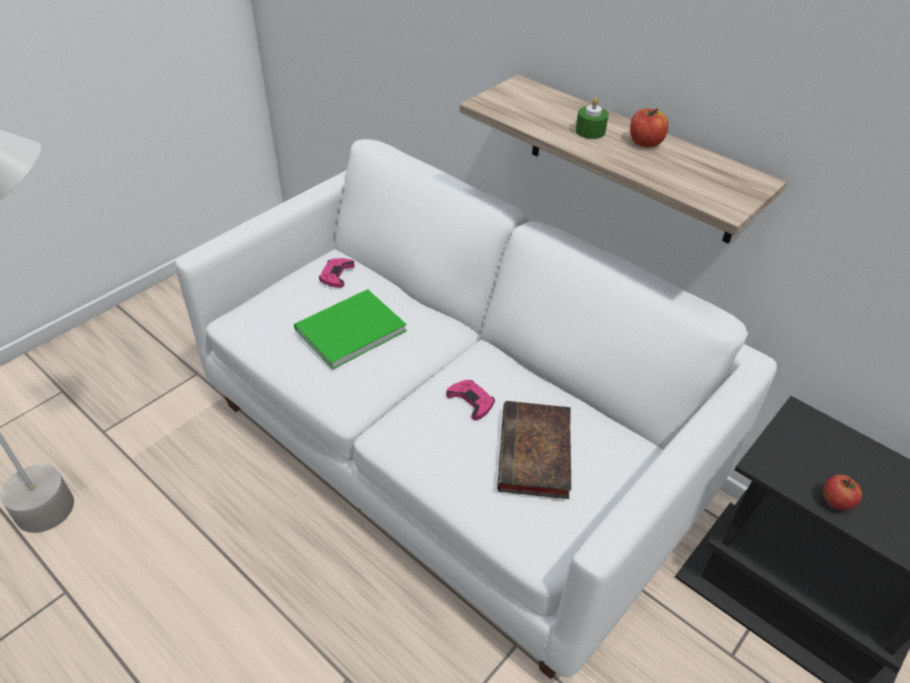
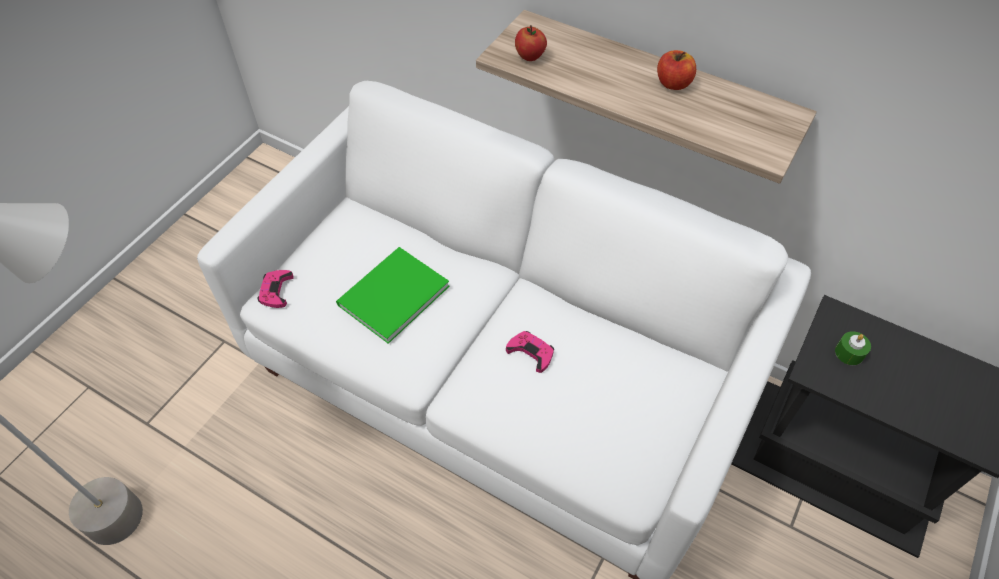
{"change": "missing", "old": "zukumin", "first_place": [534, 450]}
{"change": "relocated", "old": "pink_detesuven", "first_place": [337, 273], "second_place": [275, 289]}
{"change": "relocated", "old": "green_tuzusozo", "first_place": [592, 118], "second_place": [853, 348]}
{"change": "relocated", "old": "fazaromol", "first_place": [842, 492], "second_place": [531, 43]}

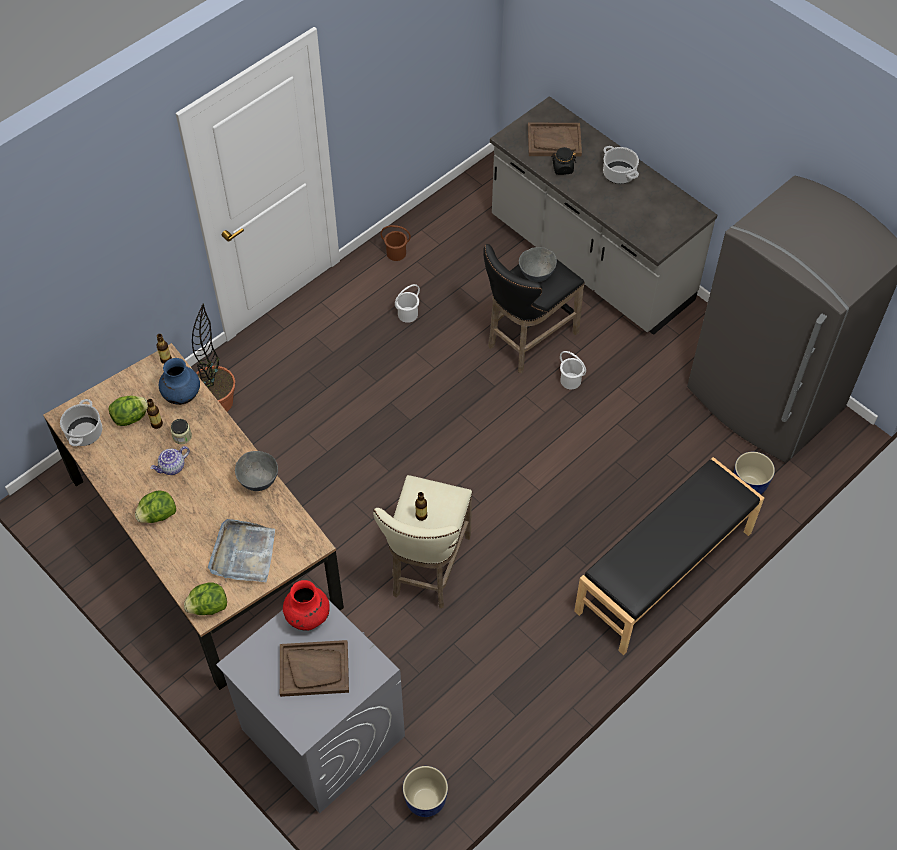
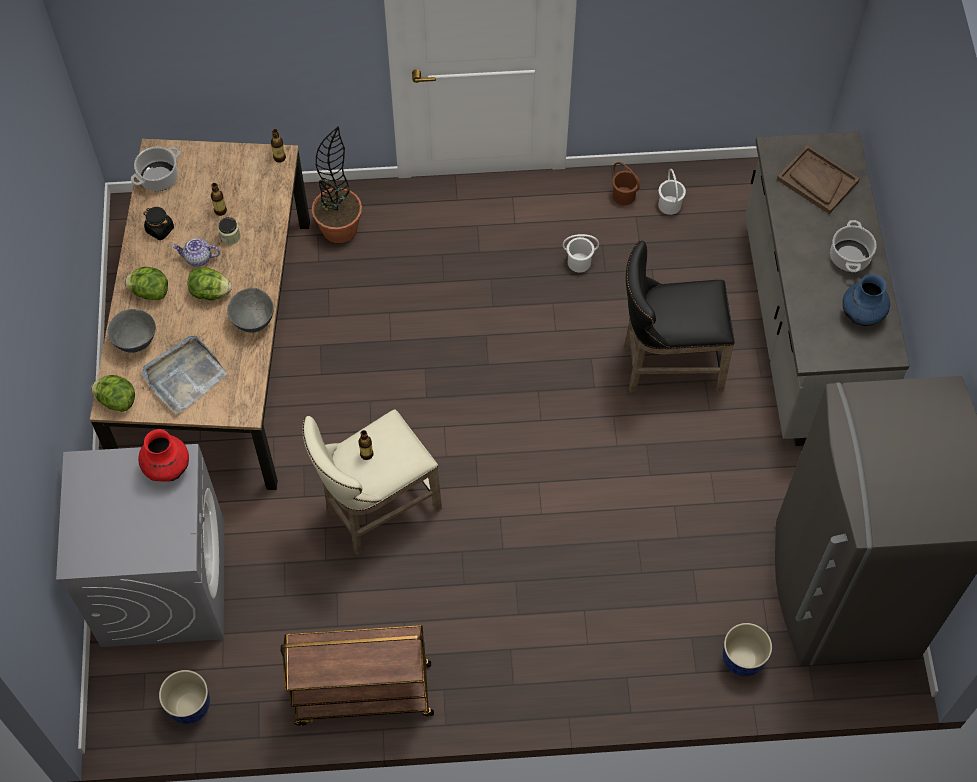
{"change": "missing", "old": "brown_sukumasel", "first_place": [314, 668]}
{"change": "missing", "old": "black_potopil", "first_place": [669, 556]}
{"change": "appeared", "new": "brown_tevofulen", "second_place": [357, 675]}
{"change": "relocated", "old": "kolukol", "first_place": [128, 410], "second_place": [210, 284]}
{"change": "relocated", "old": "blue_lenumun", "first_place": [179, 381], "second_place": [866, 300]}
{"change": "relocated", "old": "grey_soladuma", "first_place": [538, 264], "second_place": [132, 331]}
{"change": "relocated", "old": "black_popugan", "first_place": [563, 161], "second_place": [158, 223]}
{"change": "relocated", "old": "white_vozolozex", "first_place": [573, 370], "second_place": [672, 192]}

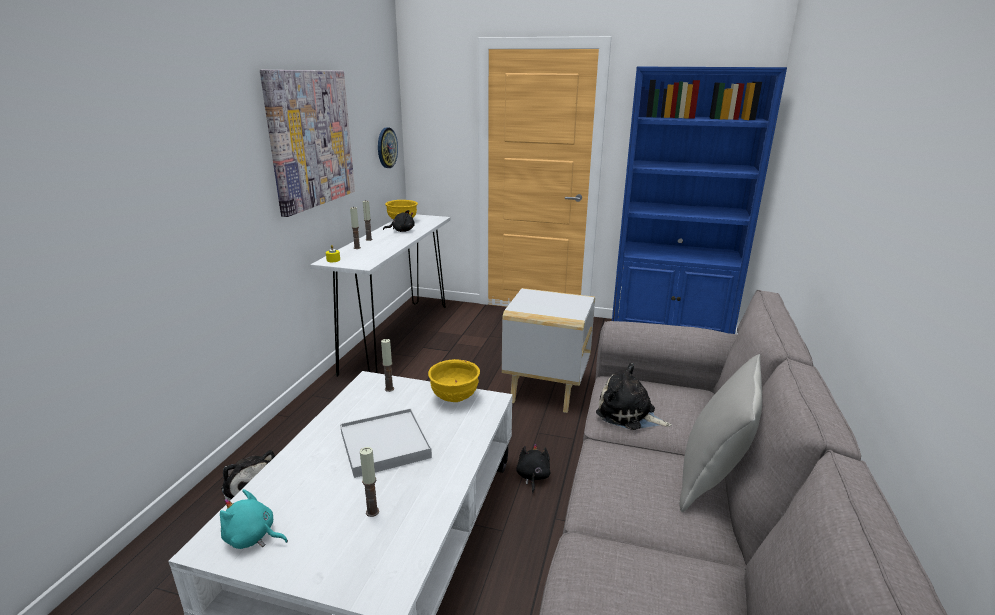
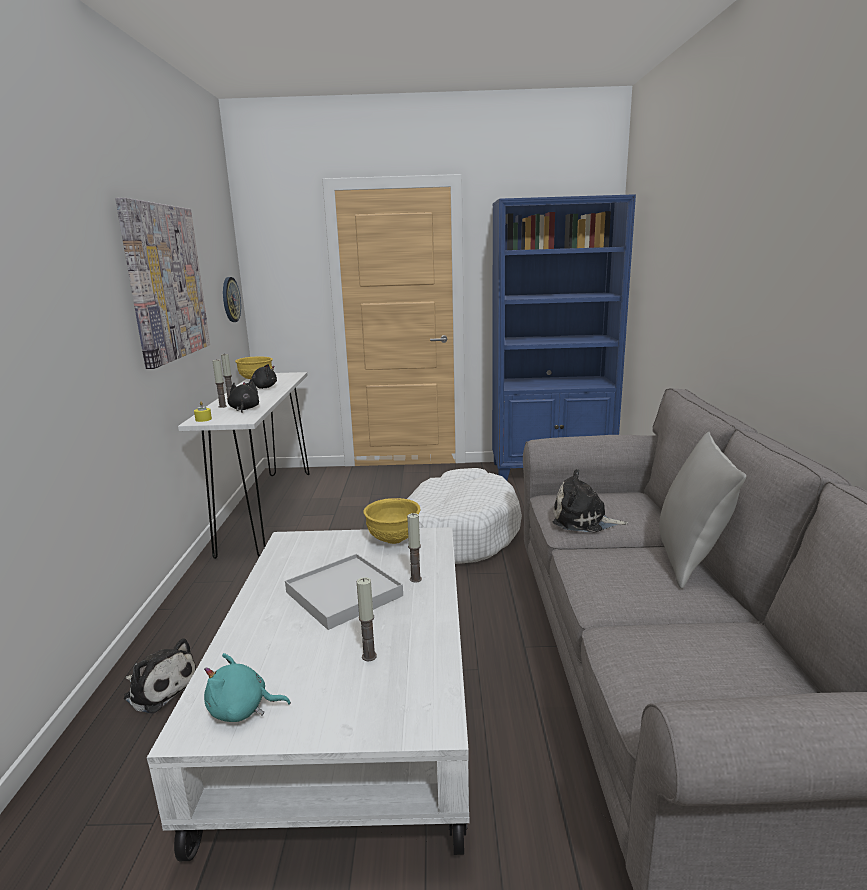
{"change": "relocated", "old": "tuzusozo", "first_place": [387, 365], "second_place": [414, 548]}
{"change": "relocated", "old": "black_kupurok", "first_place": [533, 469], "second_place": [243, 397]}
{"change": "exchanged", "old": "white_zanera", "new": "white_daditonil", "first_place": [548, 350], "second_place": [464, 516]}

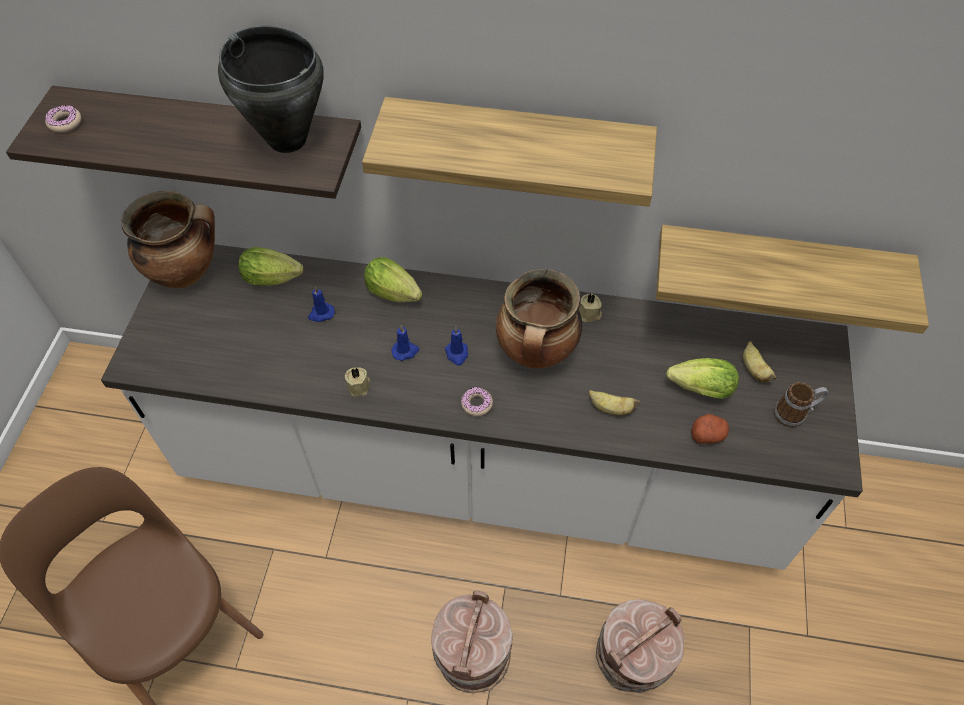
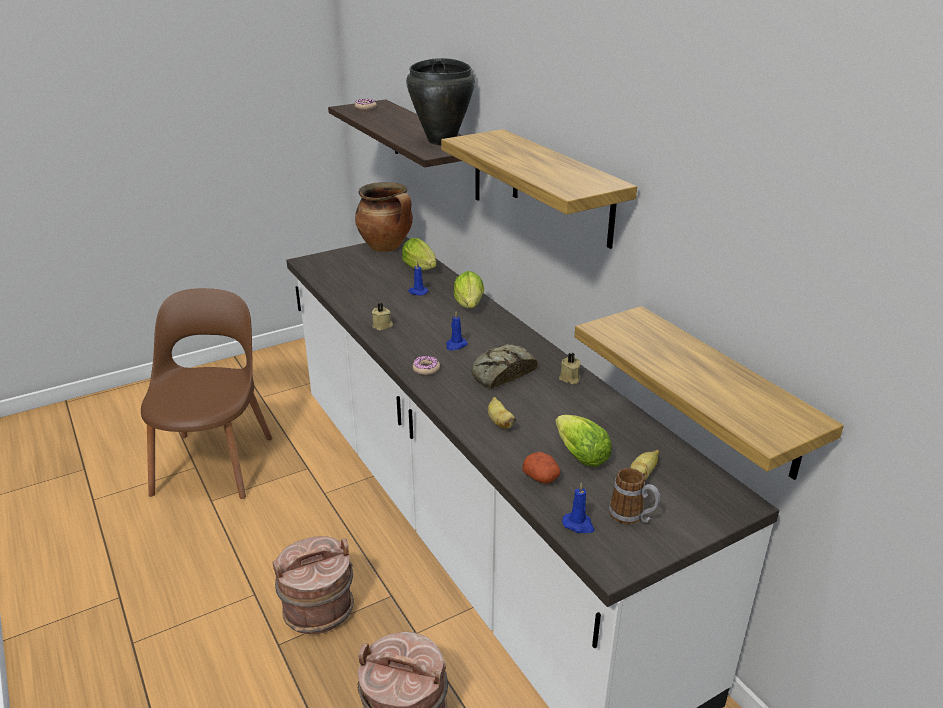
{"change": "relocated", "old": "blue_tuzusozo", "first_place": [405, 343], "second_place": [578, 507]}
{"change": "exchanged", "old": "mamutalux", "new": "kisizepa", "first_place": [539, 318], "second_place": [504, 366]}

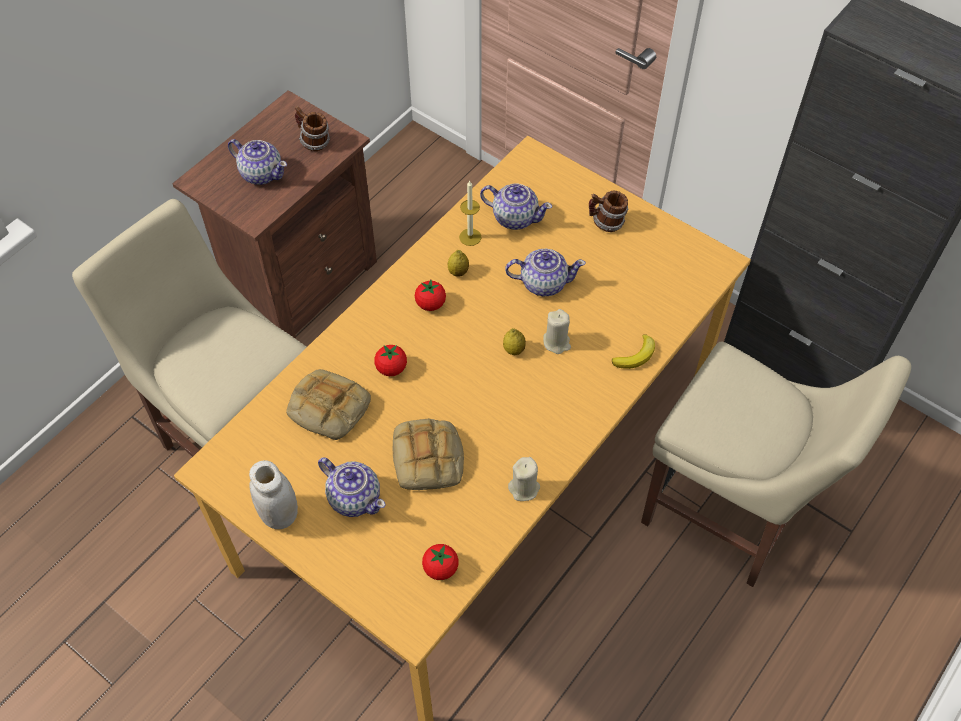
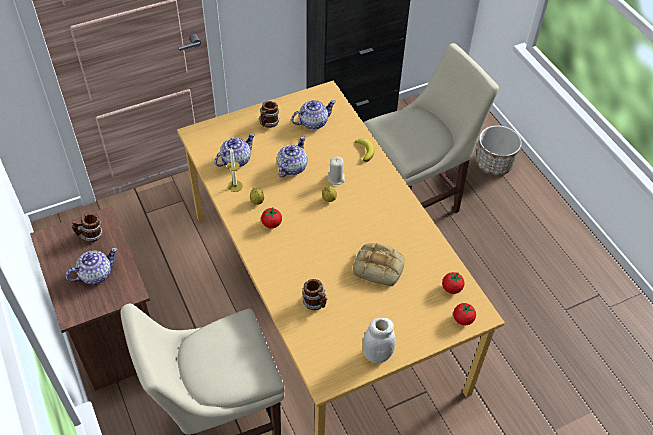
{"change": "missing", "old": "beige_tuzusozo", "first_place": [524, 479]}
{"change": "appeared", "new": "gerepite", "second_place": [499, 150]}
{"change": "relocated", "old": "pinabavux", "first_place": [351, 487], "second_place": [313, 115]}
{"change": "relocated", "old": "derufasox", "first_place": [390, 360], "second_place": [464, 314]}
{"change": "exchanged", "old": "kisizepa", "new": "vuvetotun", "first_place": [328, 404], "second_place": [315, 294]}

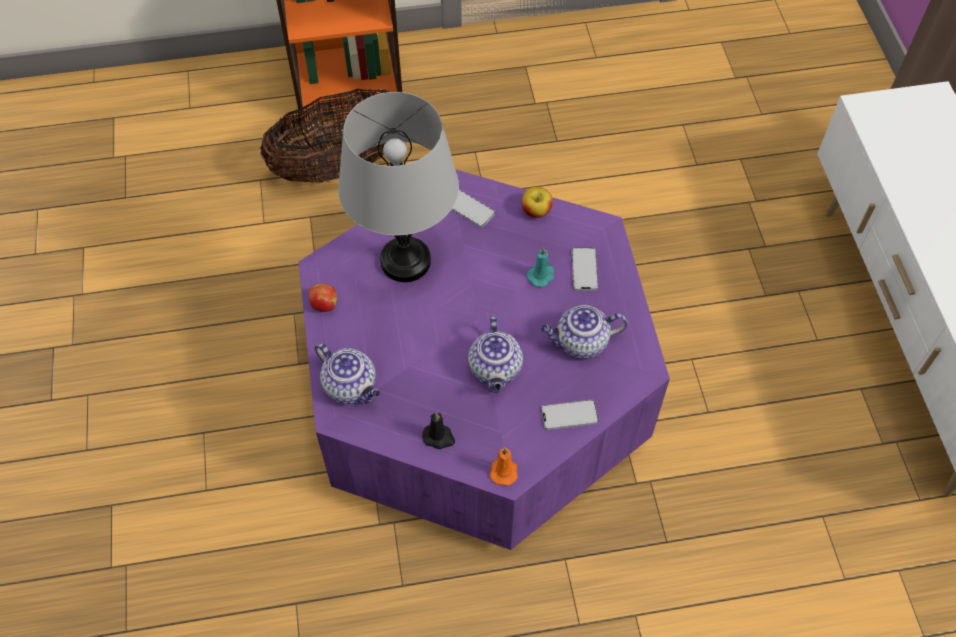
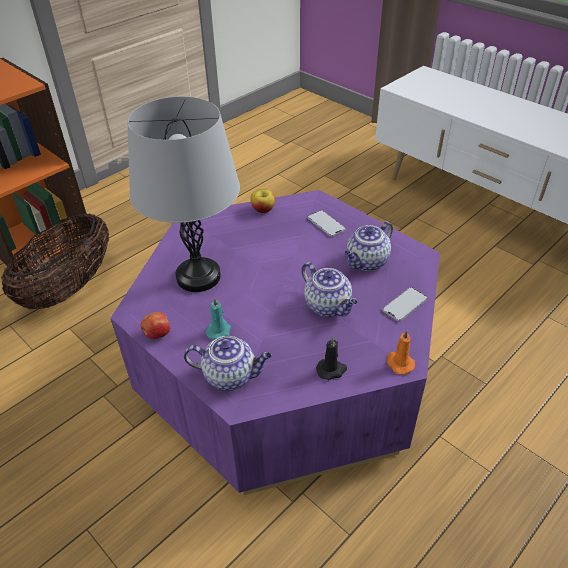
{"change": "missing", "old": "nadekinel", "first_place": [473, 208]}
{"change": "relocated", "old": "turquoise_tuzusozo", "first_place": [540, 267], "second_place": [218, 318]}

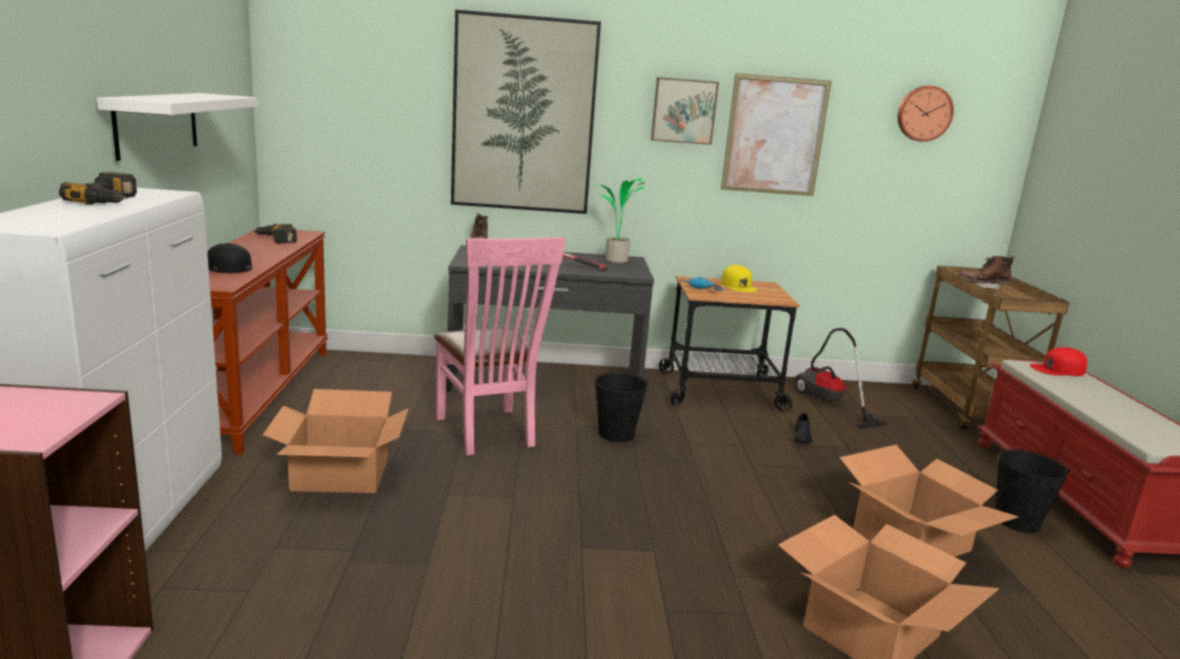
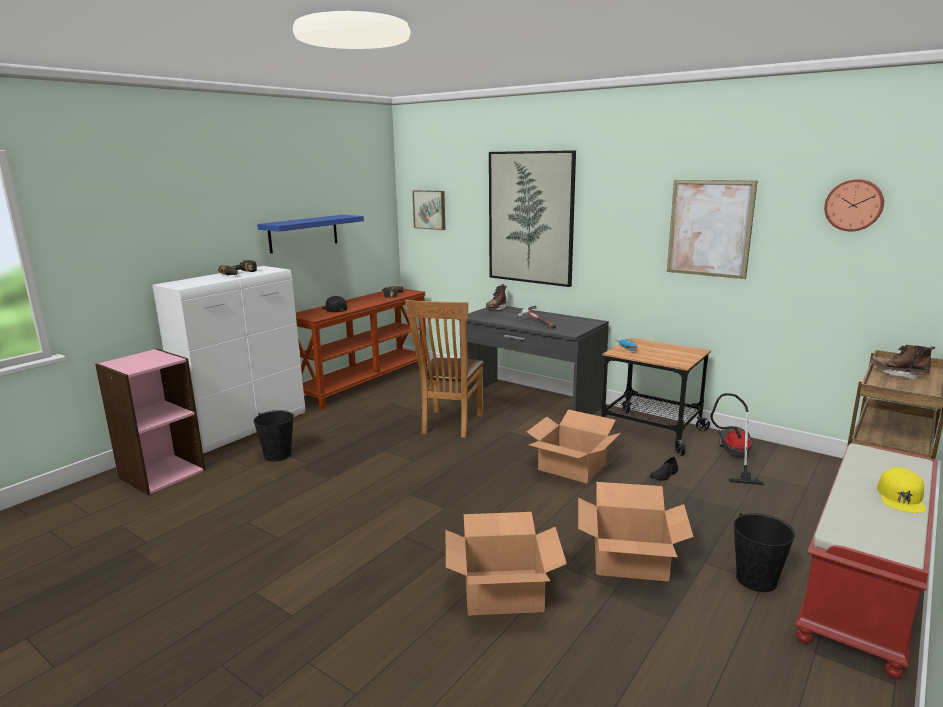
{"change": "missing", "old": "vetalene", "first_place": [620, 220]}
{"change": "missing", "old": "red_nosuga", "first_place": [1058, 361]}
{"change": "relocated", "old": "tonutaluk", "first_place": [335, 441], "second_place": [574, 446]}
{"change": "relocated", "old": "black_vozolozex", "first_place": [621, 407], "second_place": [274, 435]}
{"change": "relocated", "old": "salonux", "first_place": [685, 111], "second_place": [428, 210]}
{"change": "relocated", "old": "yellow_nosuga", "first_place": [739, 278], "second_place": [901, 490]}
{"change": "colour", "old": "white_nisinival", "new": "blue_nisinival", "first_place": [177, 127], "second_place": [310, 234]}
{"change": "colour", "old": "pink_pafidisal", "new": "brown_pafidisal", "first_place": [500, 346], "second_place": [444, 369]}

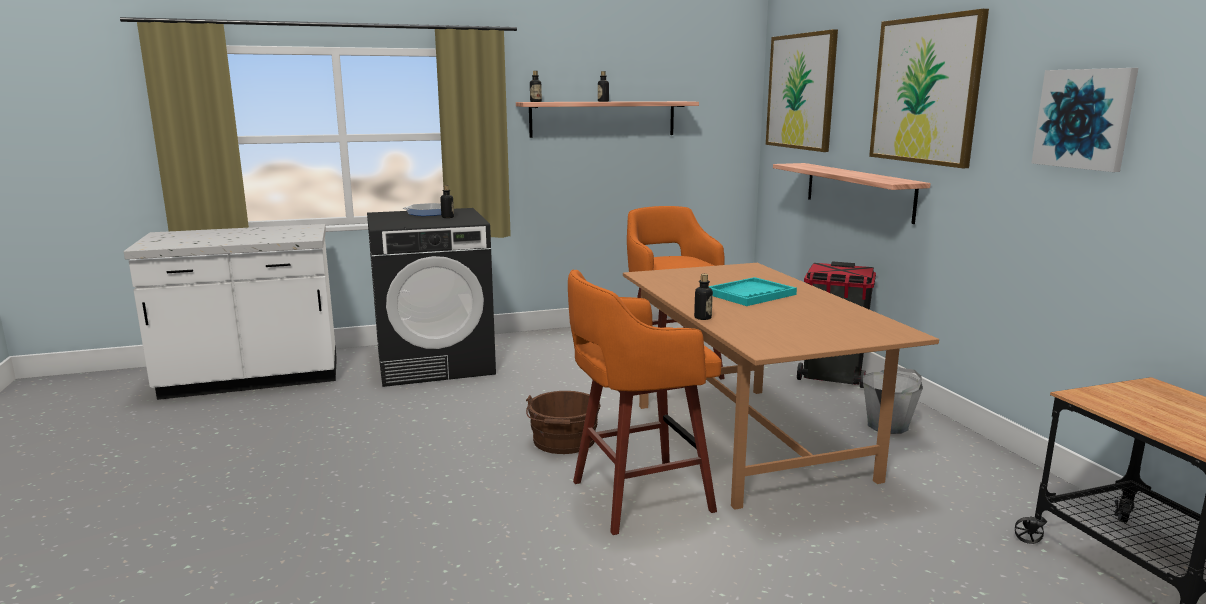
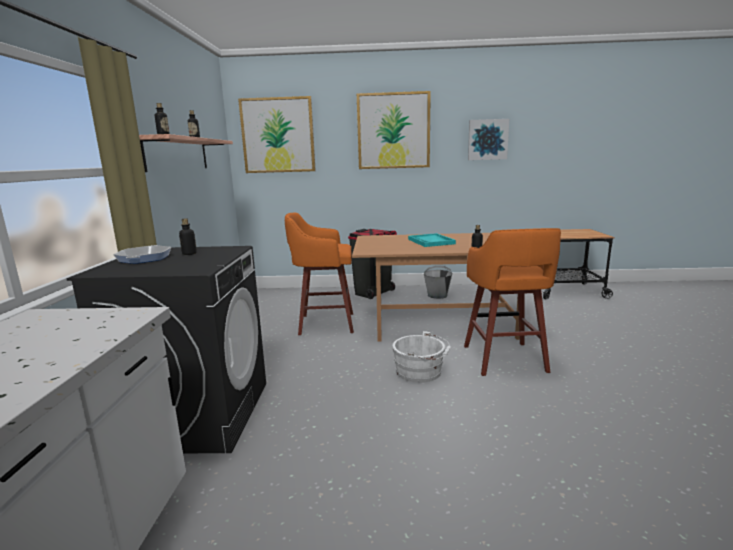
{"change": "missing", "old": "nisinival", "first_place": [852, 193]}
{"change": "colour", "old": "brown_vozolozex", "new": "white_vozolozex", "first_place": [563, 422], "second_place": [421, 357]}

